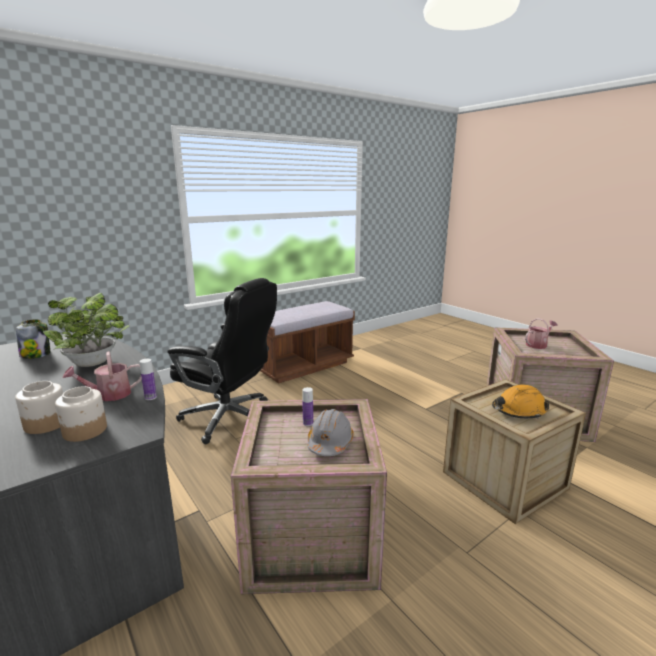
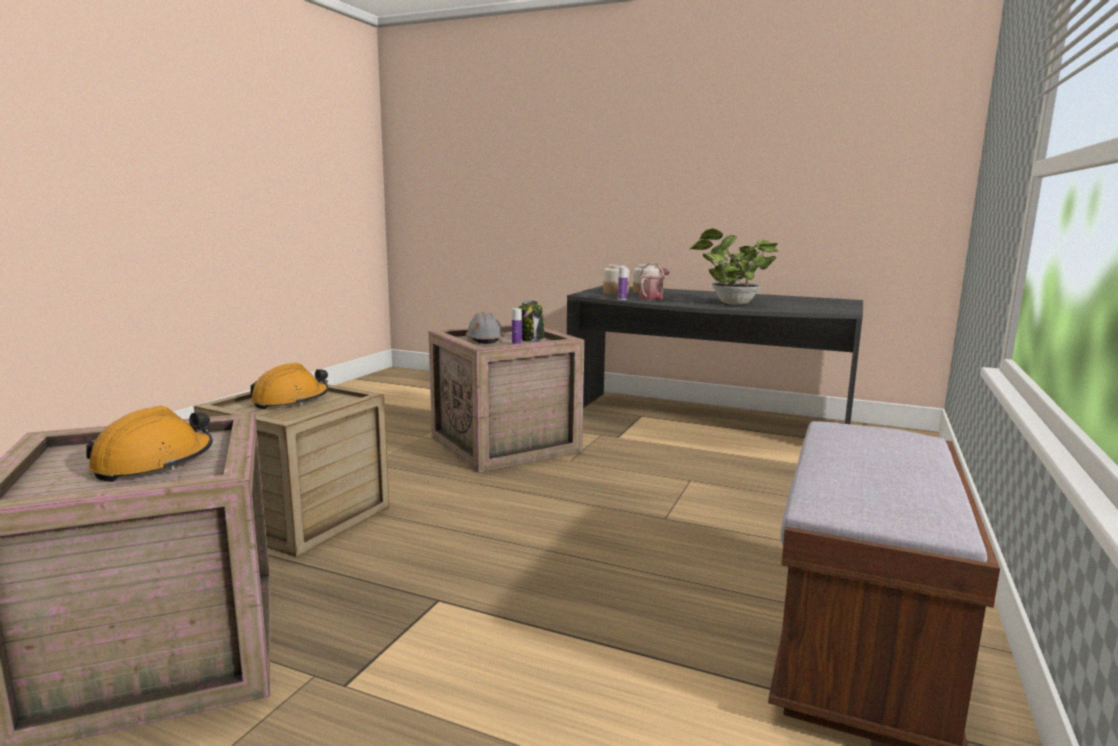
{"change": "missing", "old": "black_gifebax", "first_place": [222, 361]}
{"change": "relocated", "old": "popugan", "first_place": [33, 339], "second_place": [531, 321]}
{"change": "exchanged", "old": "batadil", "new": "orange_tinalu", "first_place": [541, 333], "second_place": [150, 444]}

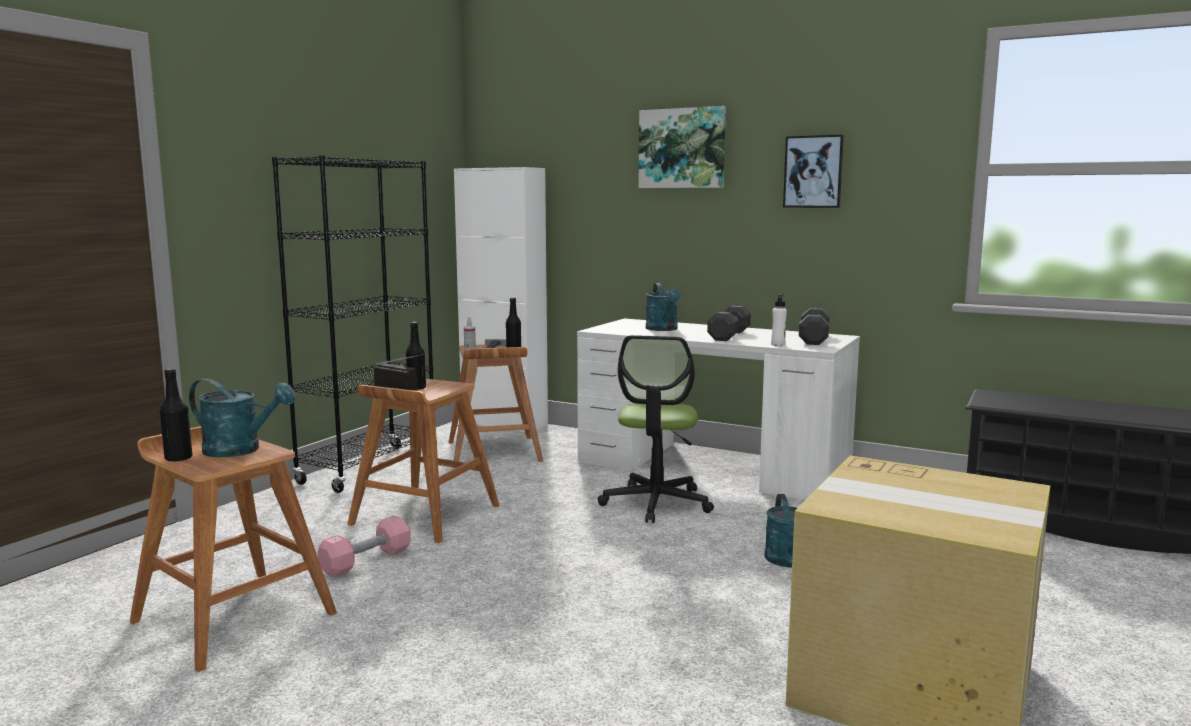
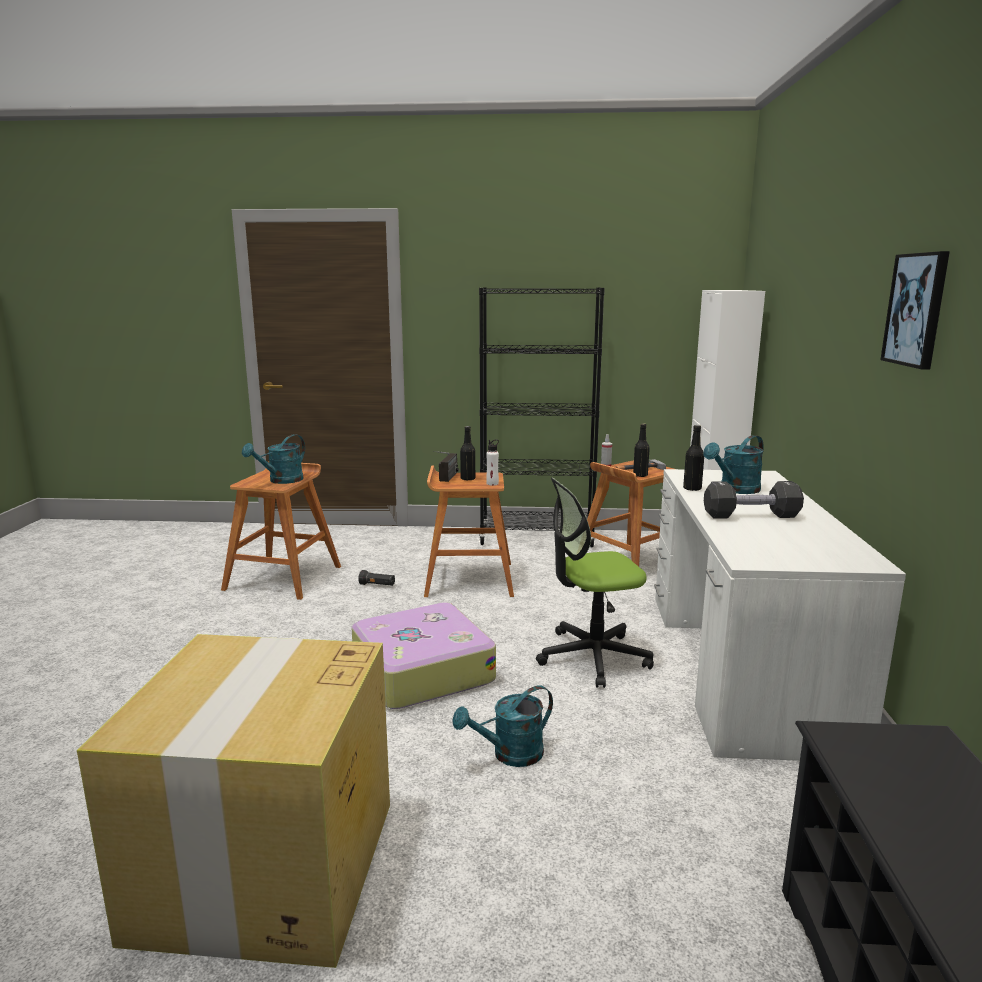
{"change": "missing", "old": "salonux", "first_place": [682, 147]}
{"change": "missing", "old": "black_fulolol", "first_place": [814, 326]}
{"change": "appeared", "new": "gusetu", "second_place": [423, 655]}
{"change": "relocated", "old": "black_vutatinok", "first_place": [176, 415], "second_place": [693, 458]}
{"change": "relocated", "old": "white_vutatinok", "first_place": [779, 320], "second_place": [492, 462]}
{"change": "exchanged", "old": "pink_fulolol", "new": "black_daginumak", "first_place": [364, 546], "second_place": [376, 578]}
{"change": "spun", "old": "turquoise_batadil", "first_place": [242, 417], "second_place": [273, 459], "degrees": 45}

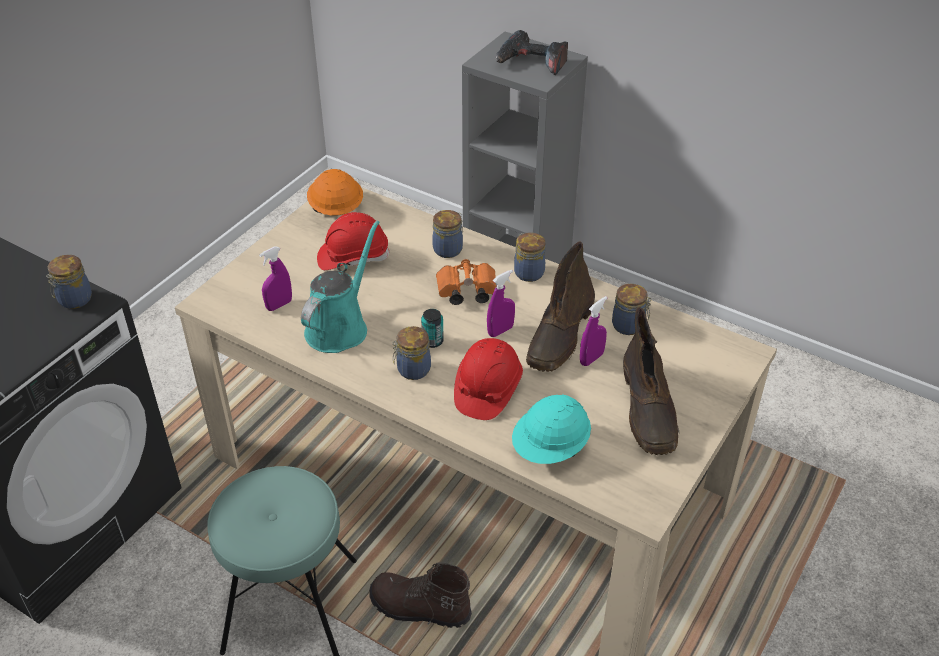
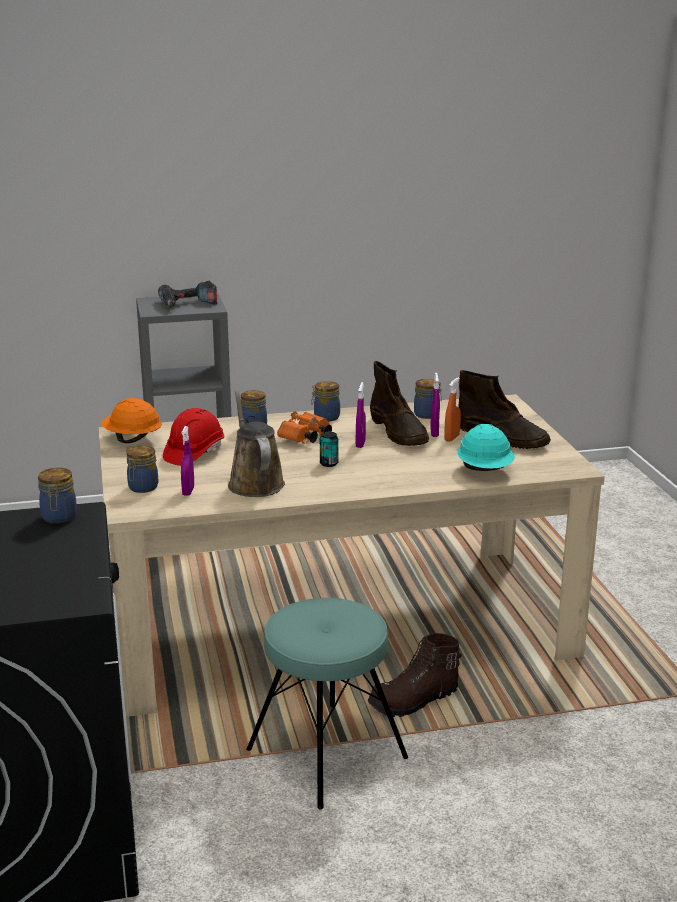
{"change": "missing", "old": "red_tinalu", "first_place": [488, 379]}
{"change": "appeared", "new": "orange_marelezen", "second_place": [452, 409]}
{"change": "relocated", "old": "popugan", "first_place": [411, 353], "second_place": [142, 469]}
{"change": "colour", "old": "turquoise_batadil", "new": "brown_batadil", "first_place": [340, 286], "second_place": [256, 443]}

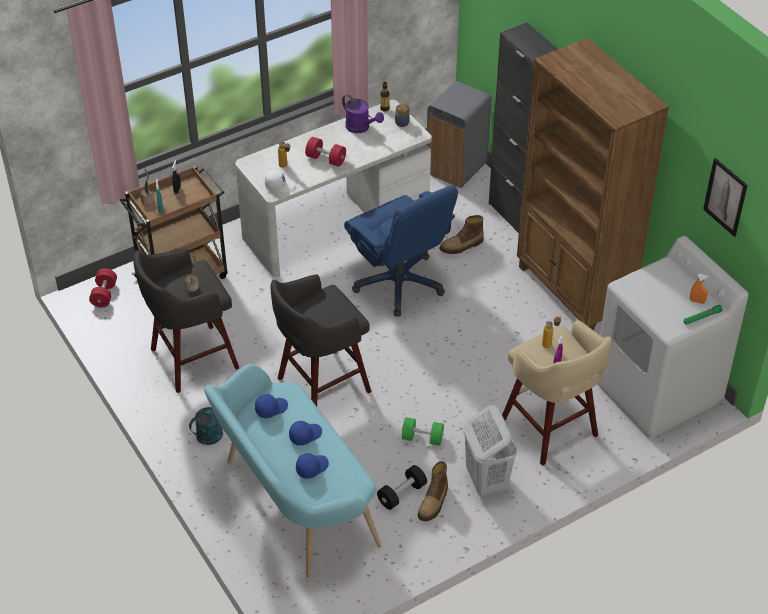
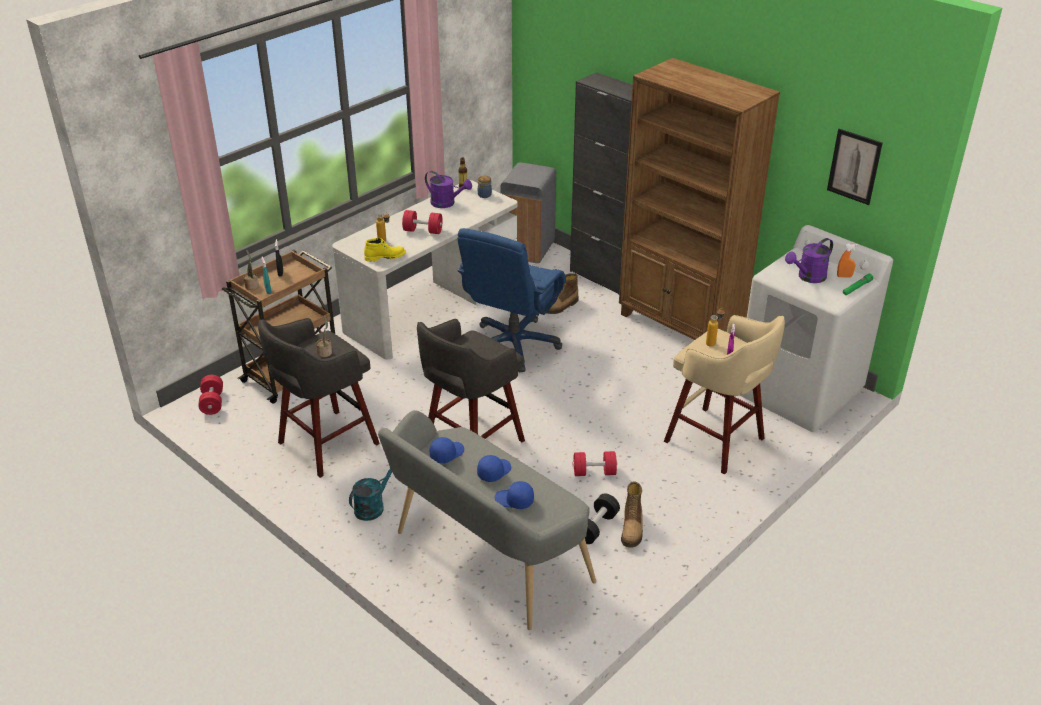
{"change": "missing", "old": "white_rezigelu", "first_place": [490, 450]}
{"change": "appeared", "new": "purple_batadil", "second_place": [809, 260]}
{"change": "exchanged", "old": "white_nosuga", "new": "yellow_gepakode", "first_place": [280, 181], "second_place": [385, 250]}
{"change": "colour", "old": "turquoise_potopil", "new": "grey_potopil", "first_place": [292, 471], "second_place": [487, 520]}
{"change": "colour", "old": "green_fulolol", "new": "red_fulolol", "first_place": [423, 431], "second_place": [595, 463]}
{"change": "spun", "old": "blue_nosuga", "first_place": [312, 466], "second_place": [514, 495], "degrees": -105}
{"change": "spun", "old": "blue_gifebax", "first_place": [401, 251], "second_place": [511, 300], "degrees": 75}

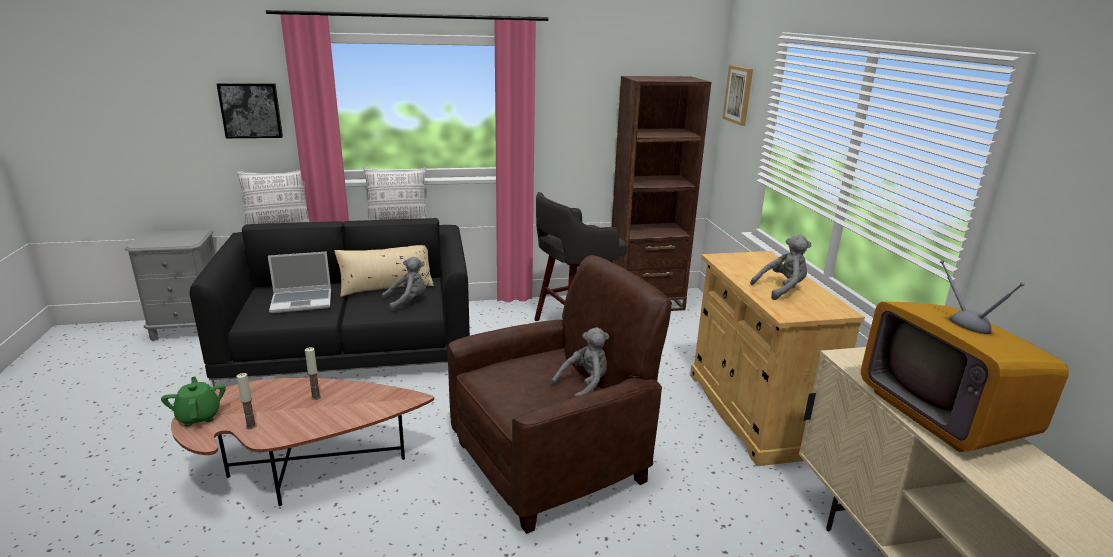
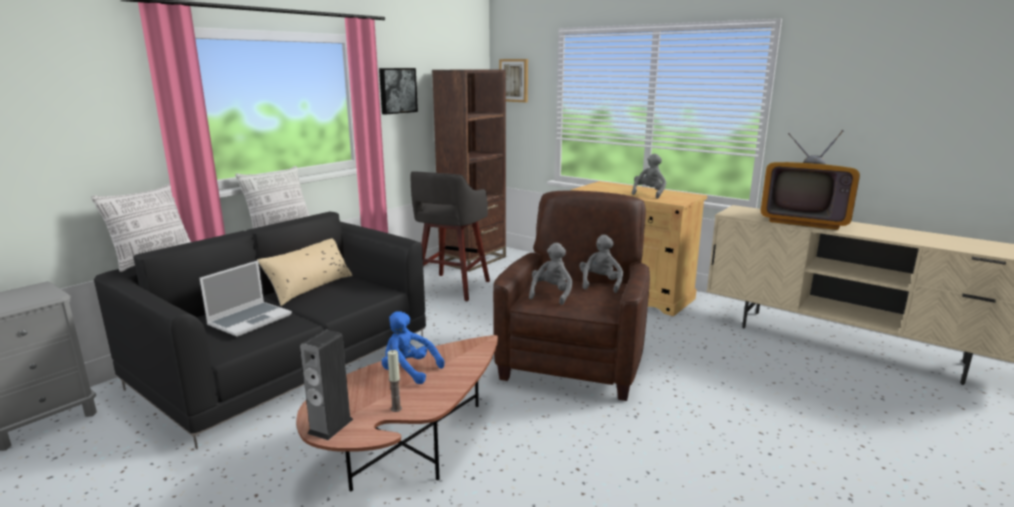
{"change": "relocated", "old": "salonux", "first_place": [250, 110], "second_place": [398, 91]}
{"change": "relocated", "old": "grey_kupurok", "first_place": [404, 284], "second_place": [551, 273]}
{"change": "exchanged", "old": "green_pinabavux", "new": "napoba", "first_place": [193, 402], "second_place": [326, 385]}
{"change": "exchanged", "old": "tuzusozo", "new": "blue_kupurok", "first_place": [313, 373], "second_place": [413, 347]}

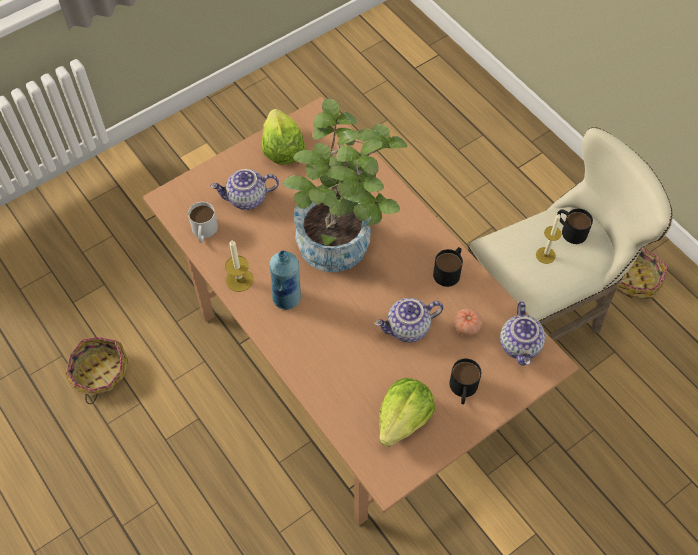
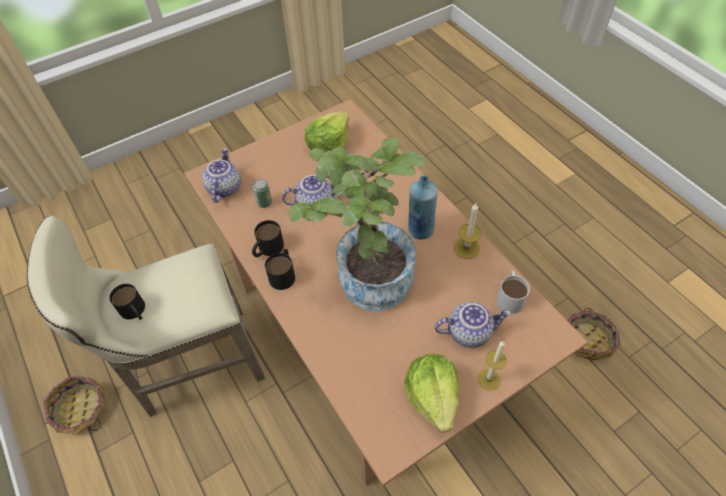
{"change": "relocated", "old": "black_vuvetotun", "first_place": [465, 381], "second_place": [280, 269]}
{"change": "relocated", "old": "tuzusozo", "first_place": [549, 238], "second_place": [492, 365]}
{"change": "exchanged", "old": "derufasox", "new": "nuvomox", "first_place": [467, 322], "second_place": [262, 193]}

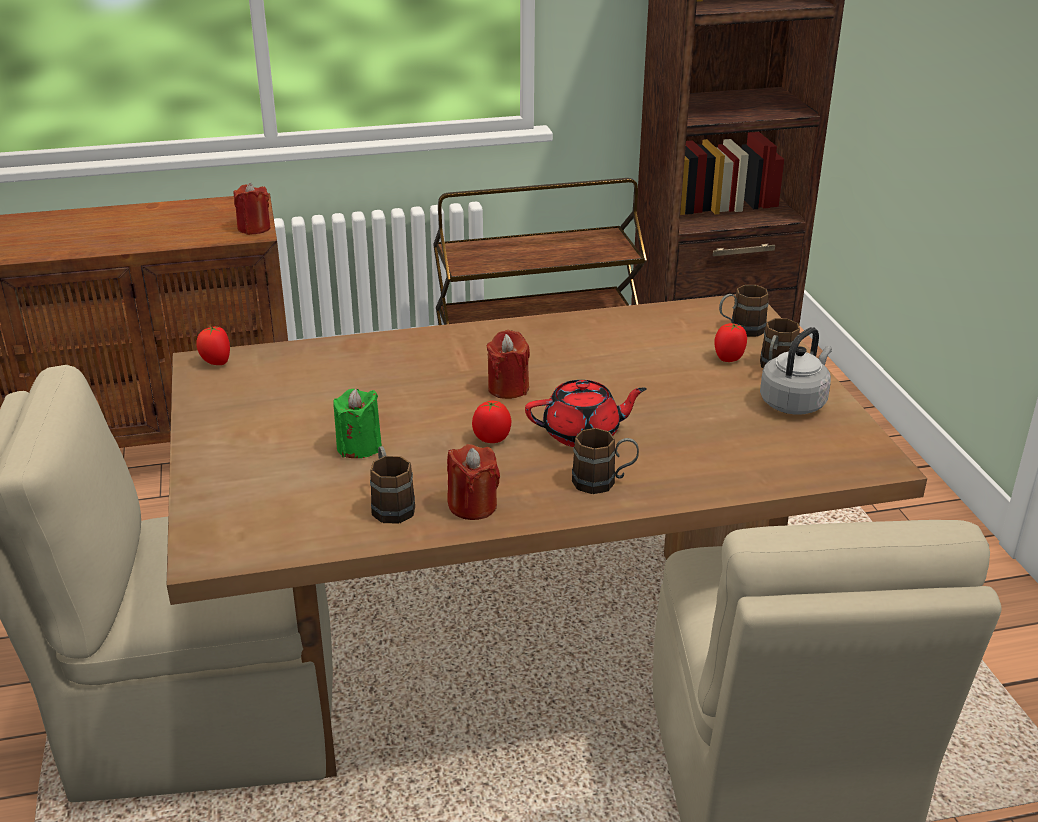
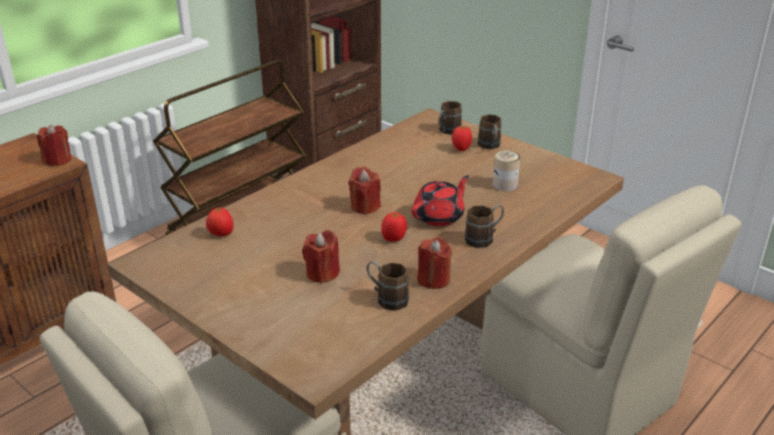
{"change": "missing", "old": "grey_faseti", "first_place": [796, 371]}
{"change": "appeared", "new": "nuvomox", "second_place": [506, 171]}
{"change": "relocated", "old": "derufasox", "first_place": [213, 345], "second_place": [219, 222]}
{"change": "colour", "old": "green_tuzusozo", "new": "red_tuzusozo", "first_place": [357, 423], "second_place": [321, 257]}

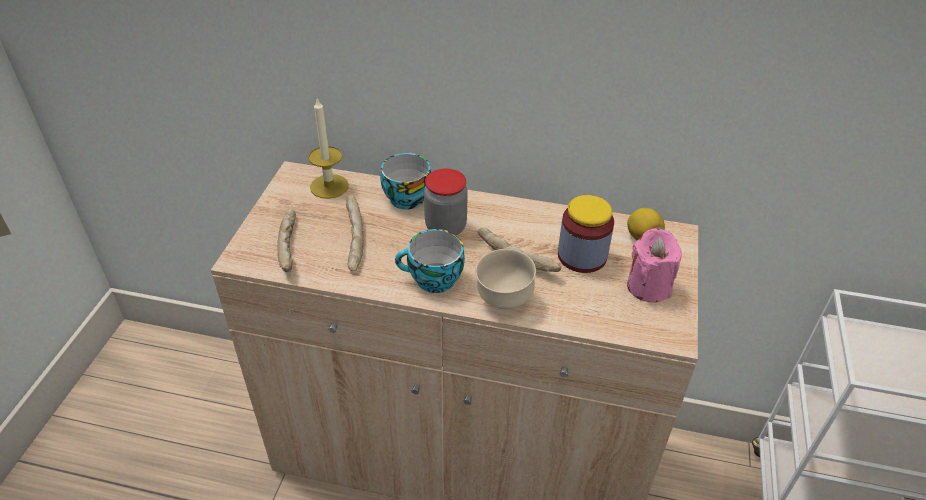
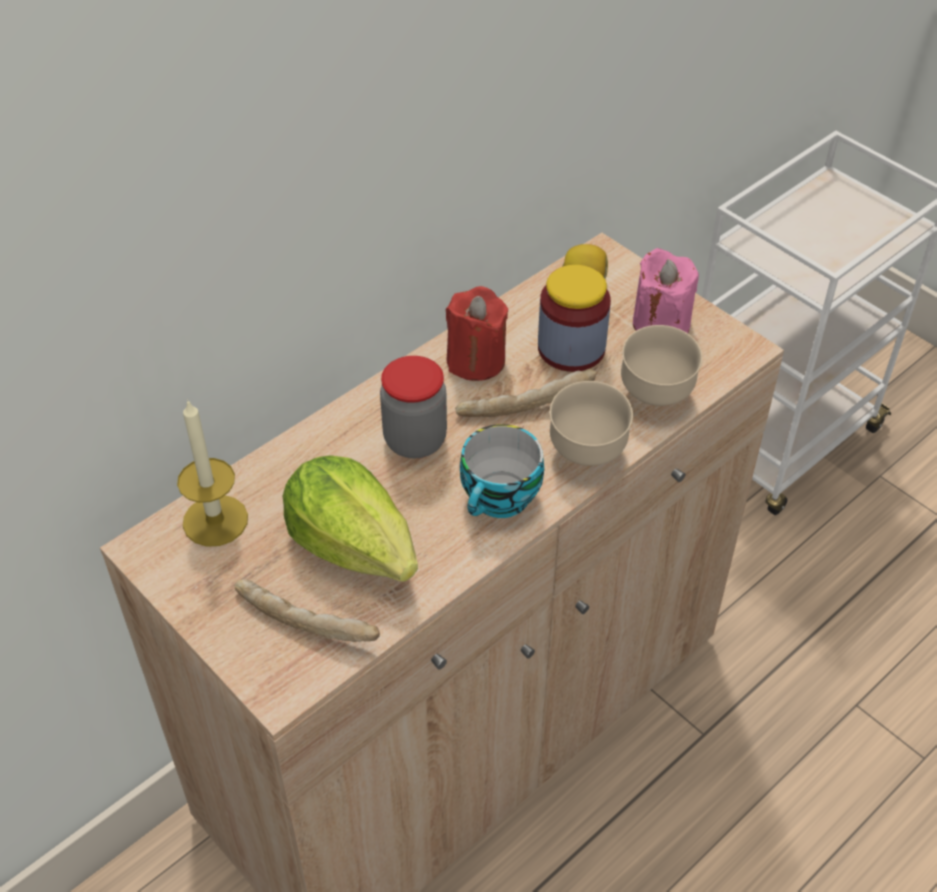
{"change": "missing", "old": "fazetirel", "first_place": [405, 181]}
{"change": "appeared", "new": "red_tuzusozo", "second_place": [477, 333]}
{"change": "appeared", "new": "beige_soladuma", "second_place": [662, 365]}
{"change": "exchanged", "old": "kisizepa", "new": "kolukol", "first_place": [355, 233], "second_place": [350, 518]}

